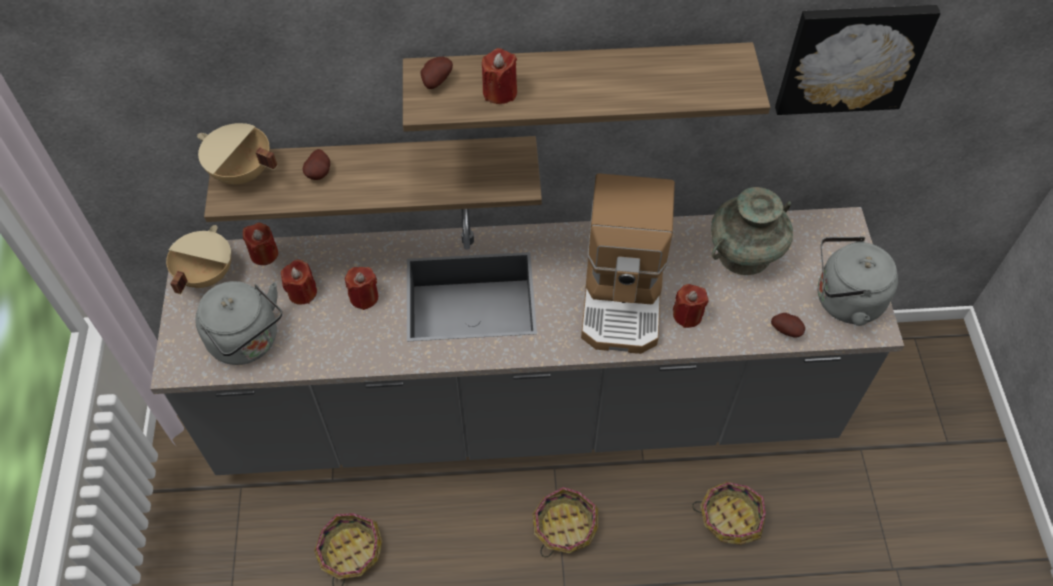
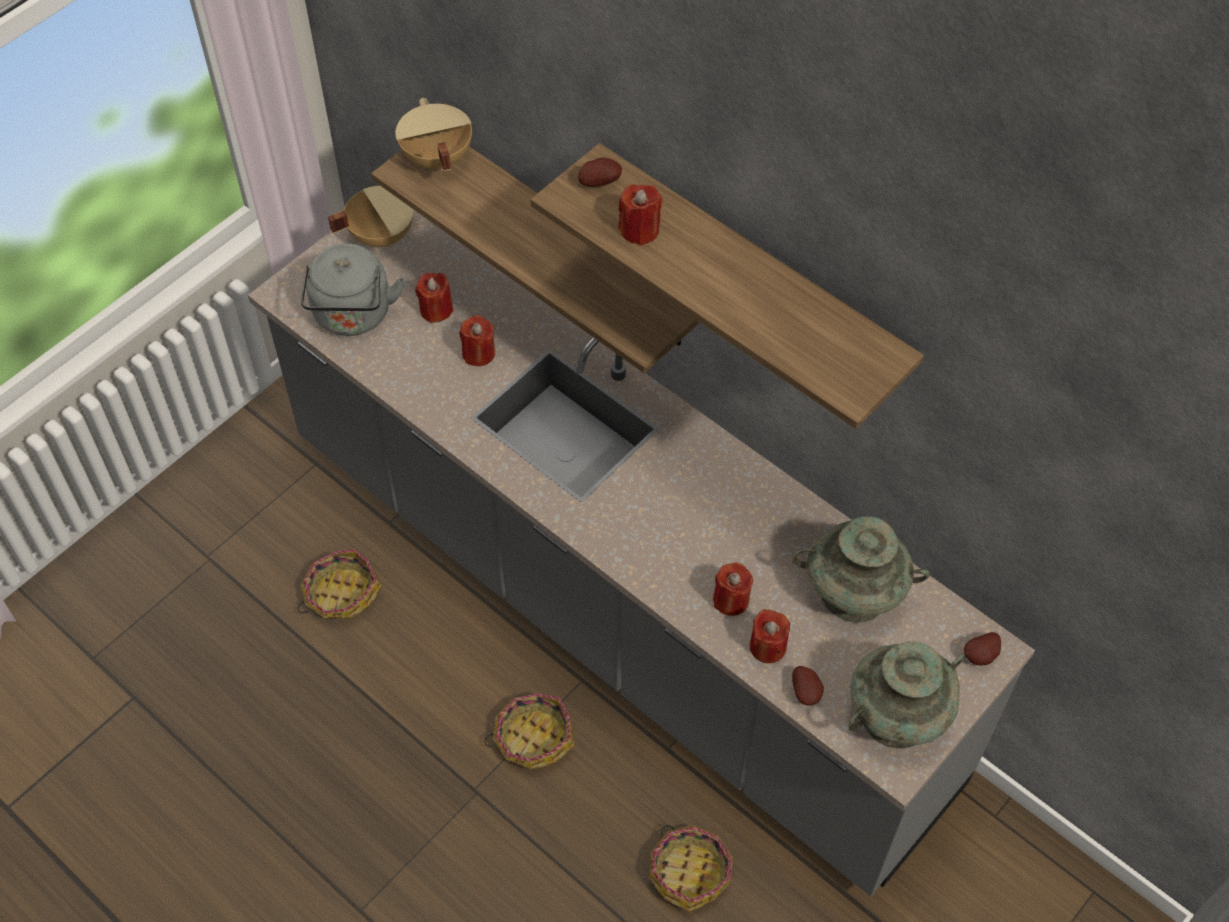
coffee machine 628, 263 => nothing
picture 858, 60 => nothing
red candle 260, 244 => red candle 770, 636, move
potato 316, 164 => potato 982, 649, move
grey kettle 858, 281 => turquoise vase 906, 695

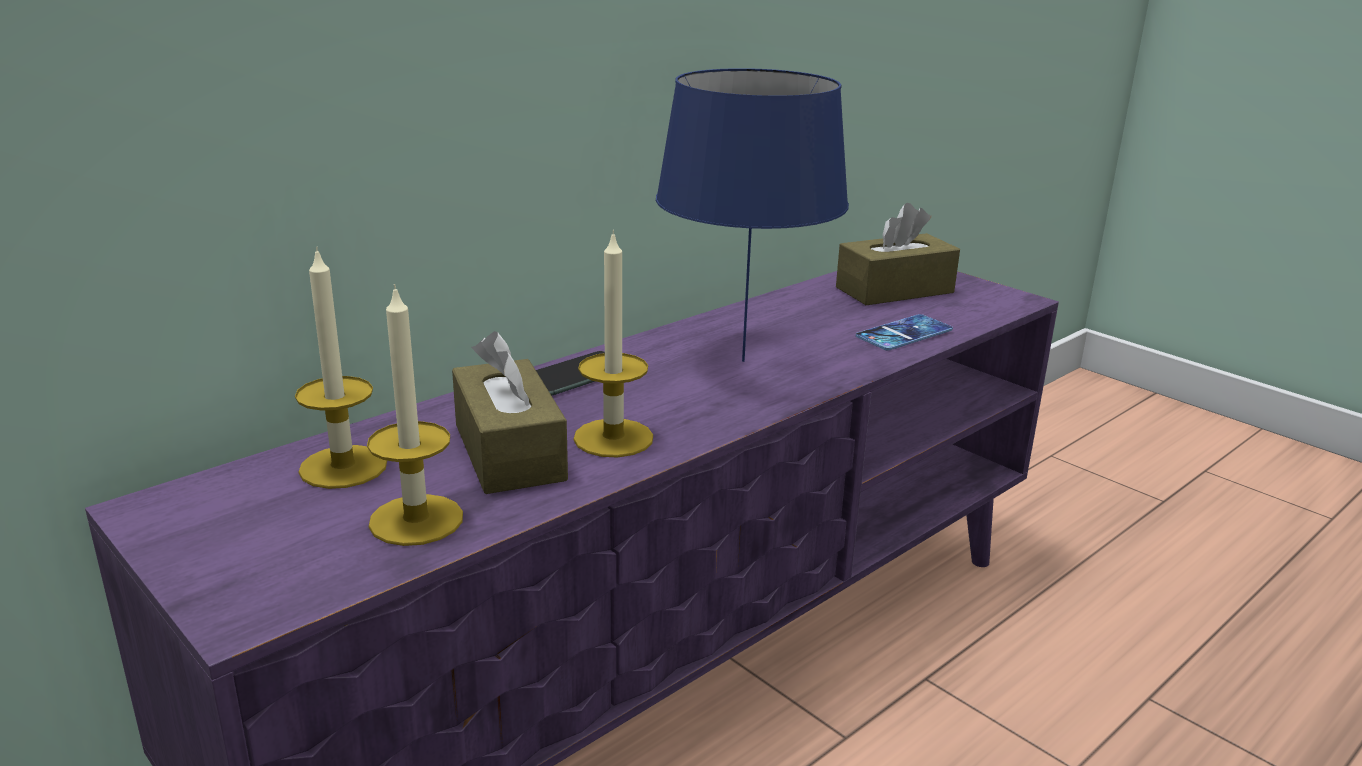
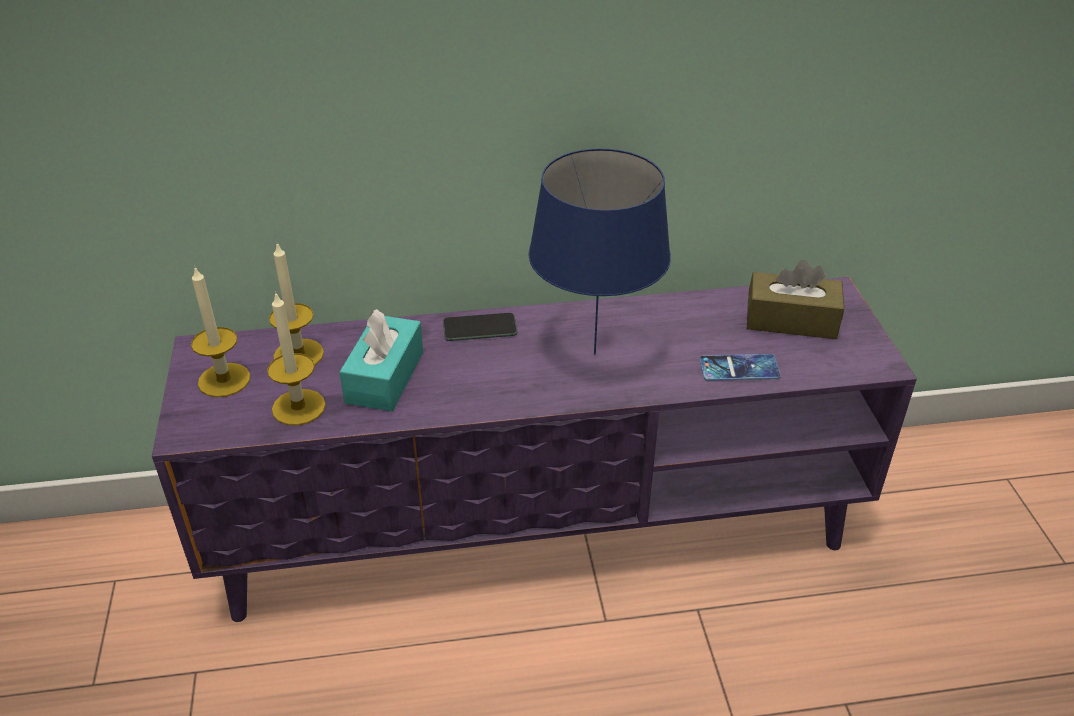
candle 613, 343 => candle 220, 332, move
brown tissue box 510, 412 => turquoise tissue box 381, 360

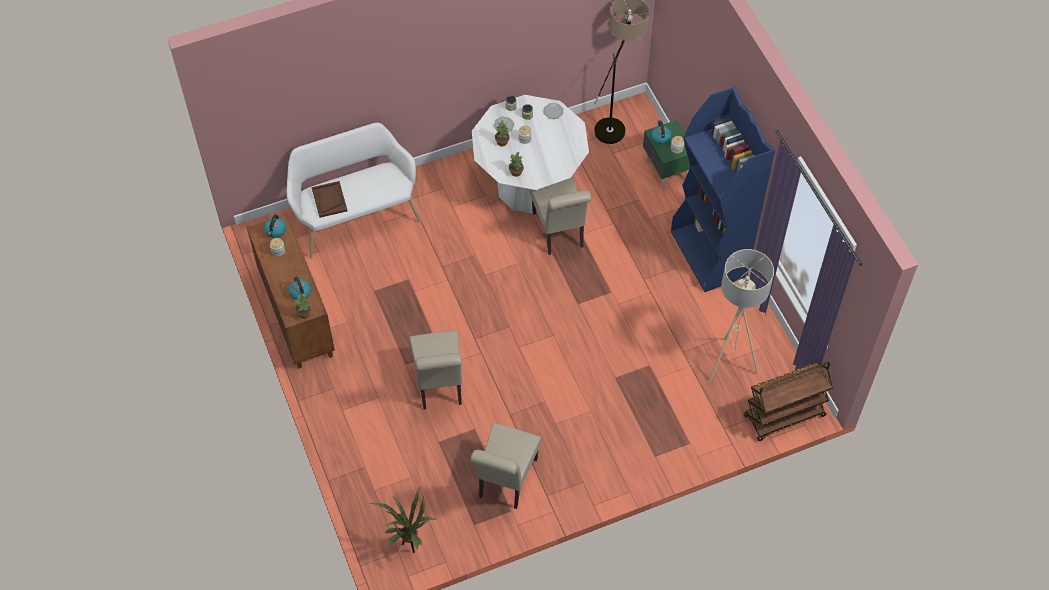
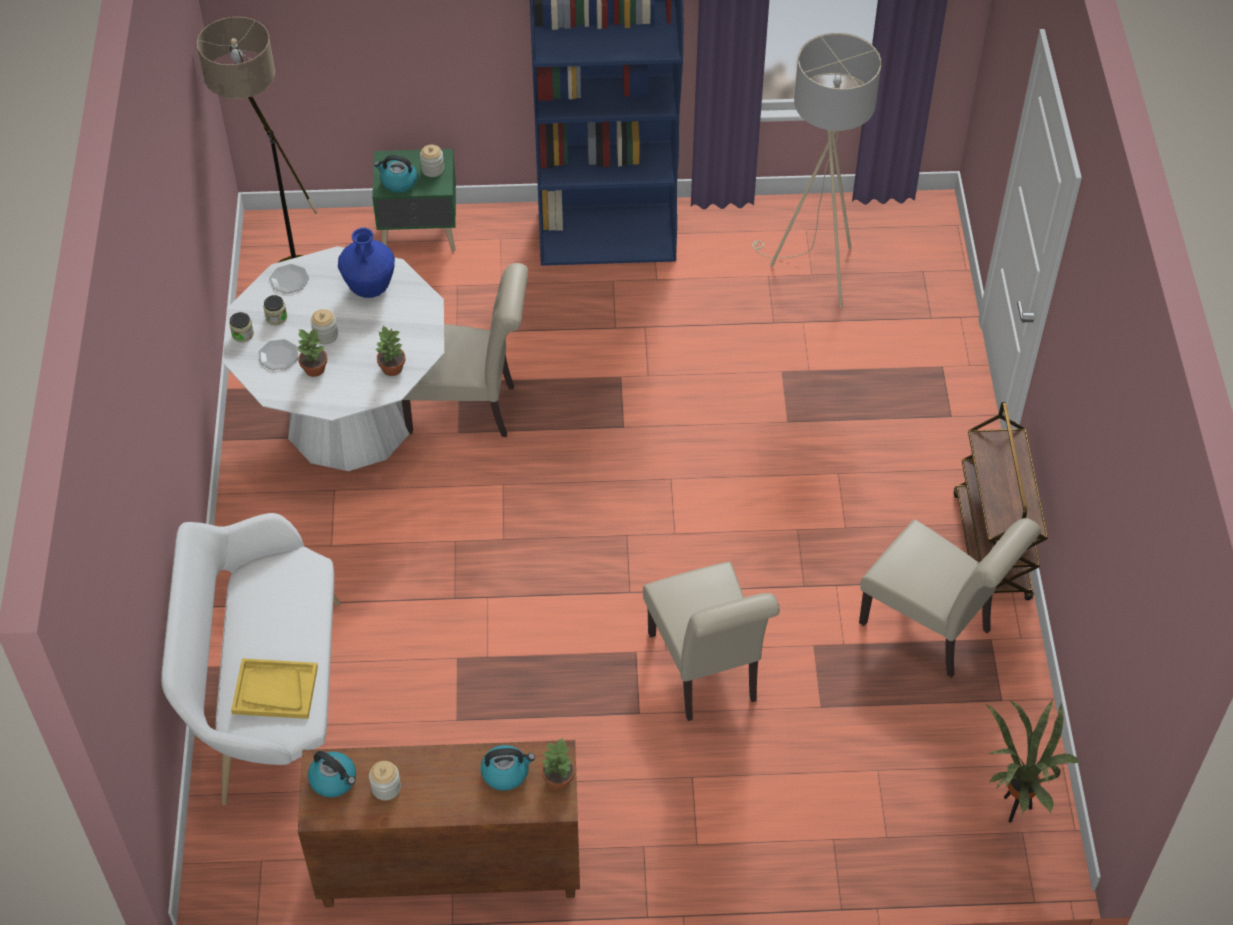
nothing => blue vase 366, 262
brown cart 789, 401 => brown cart 1000, 501, move
brown tray 329, 199 => yellow tray 274, 688
beige chair 436, 369 => beige chair 711, 641, 60 degrees clockwise

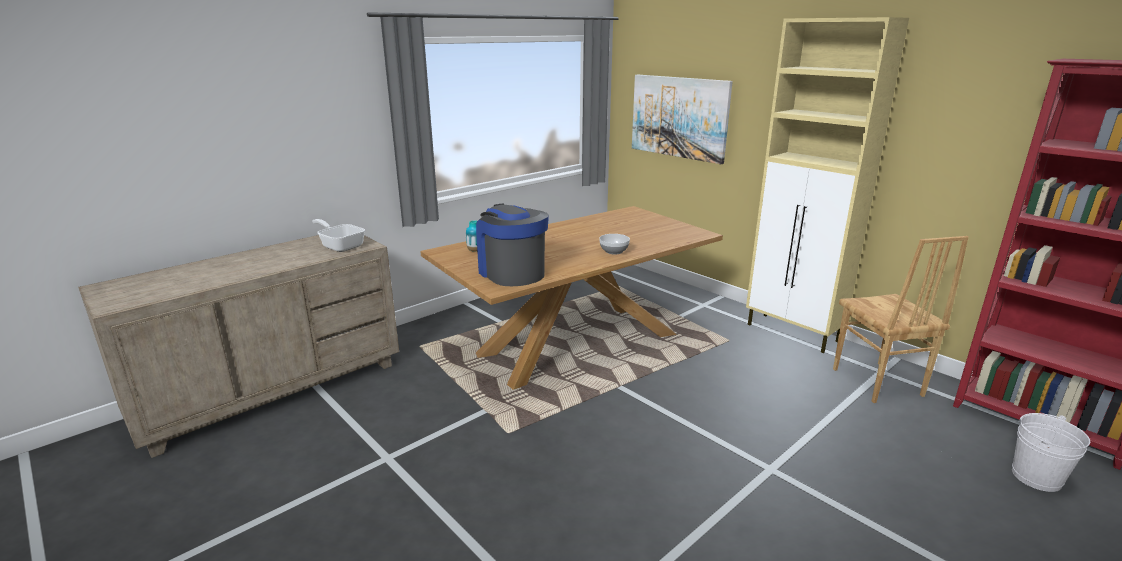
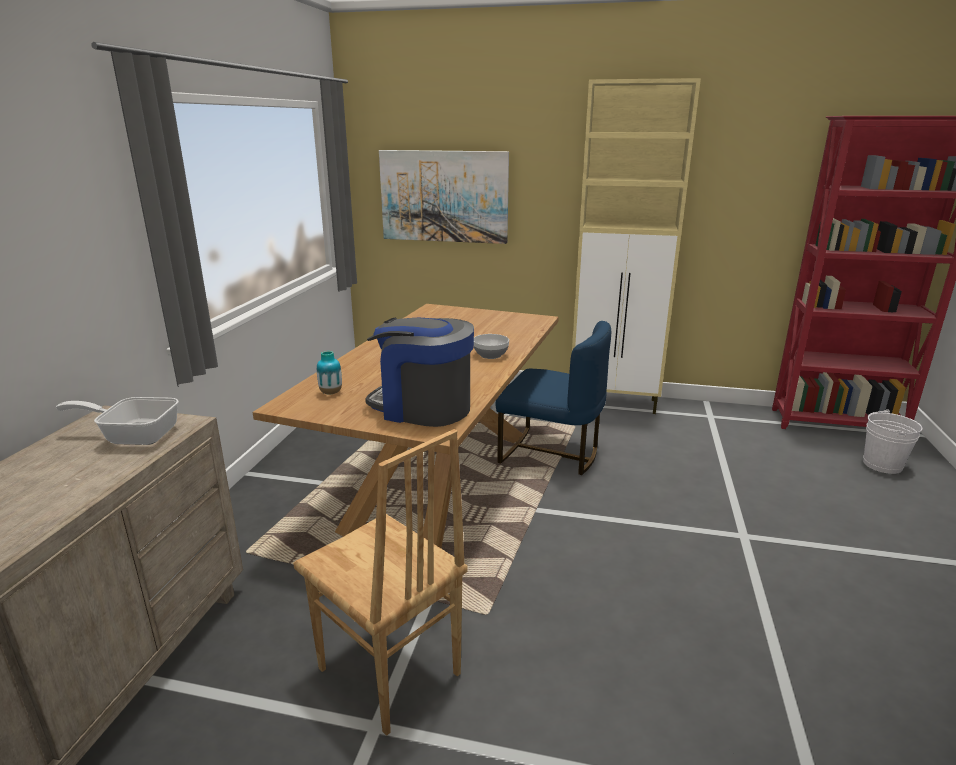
nothing => blue chair 553, 398
brown chair 901, 319 => brown chair 380, 582, move

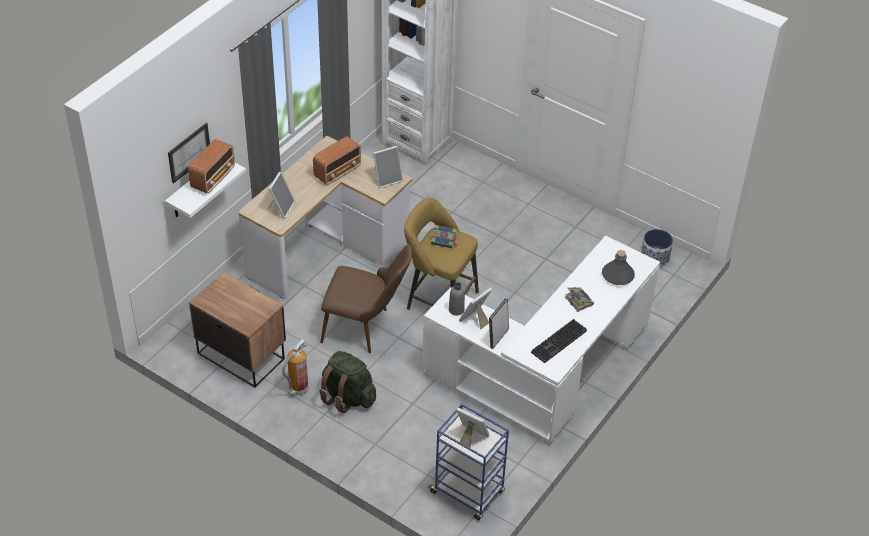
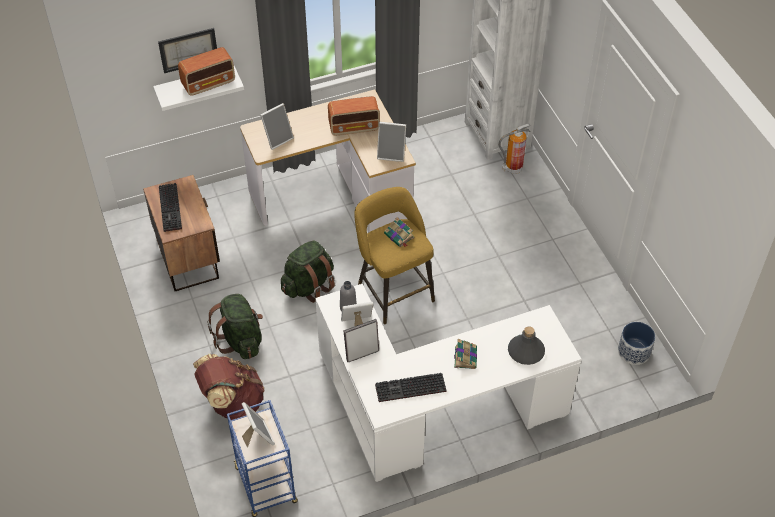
nothing => keyboard 170, 207
nothing => brown backpack 228, 387
fire extinguisher 295, 367 => fire extinguisher 514, 148, move
brown chair 366, 298 => green backpack 308, 271

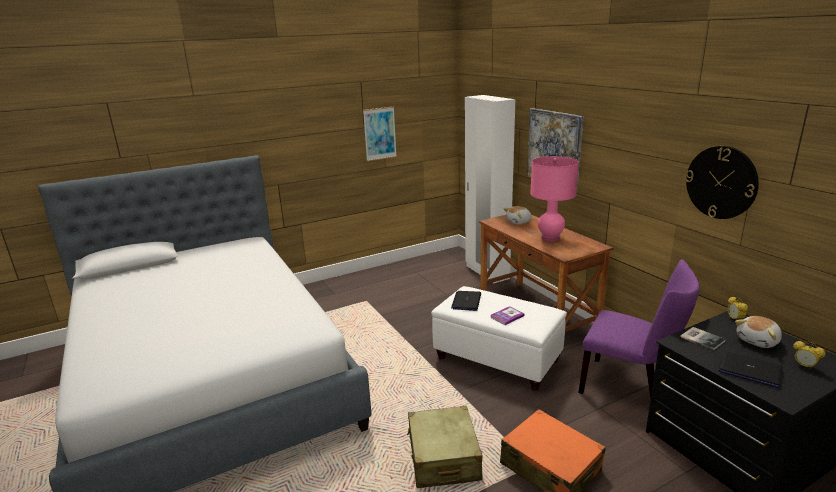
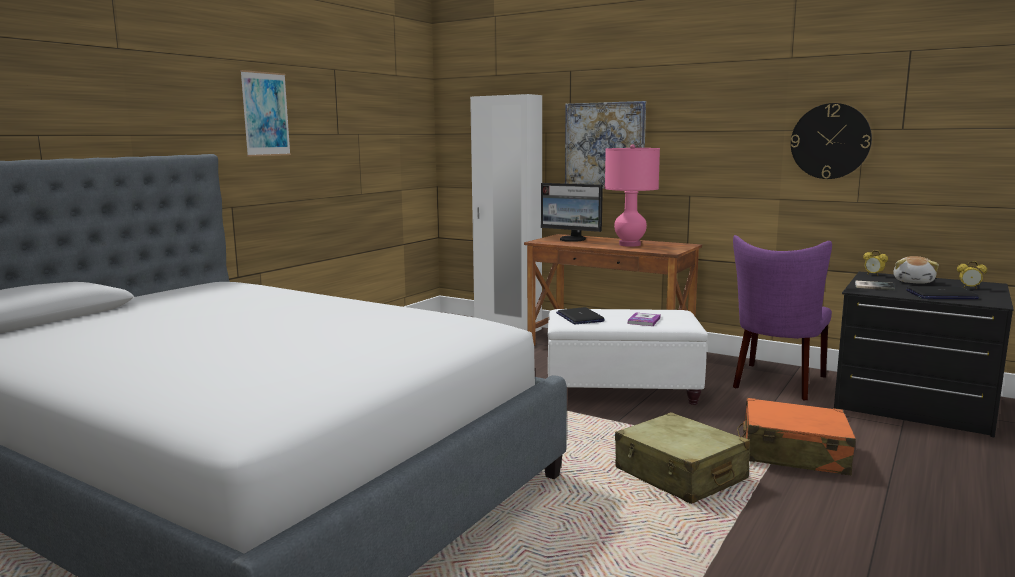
picture 380, 134 => picture 265, 113, move
plush toy 517, 215 => monitor 572, 212
purple chair 639, 328 => purple chair 782, 317, 120 degrees clockwise

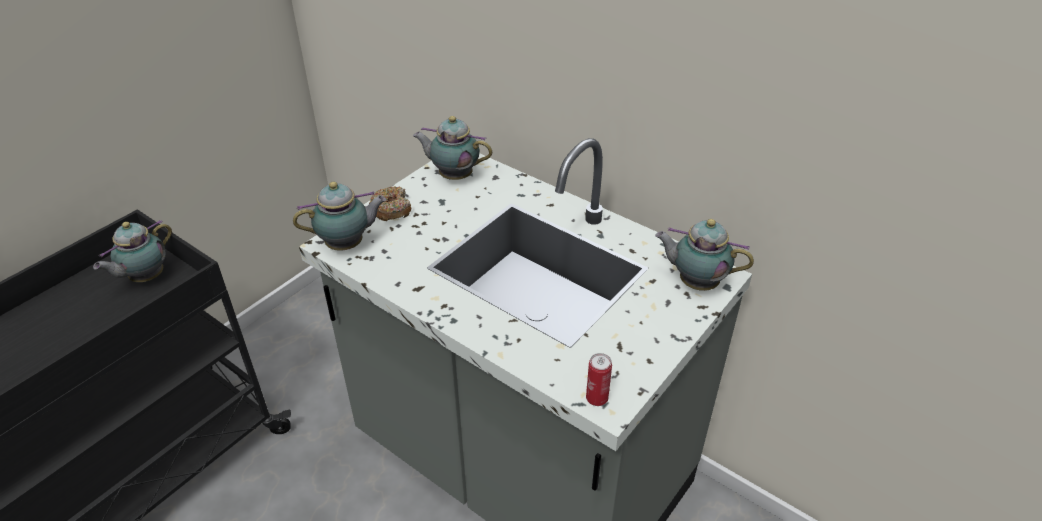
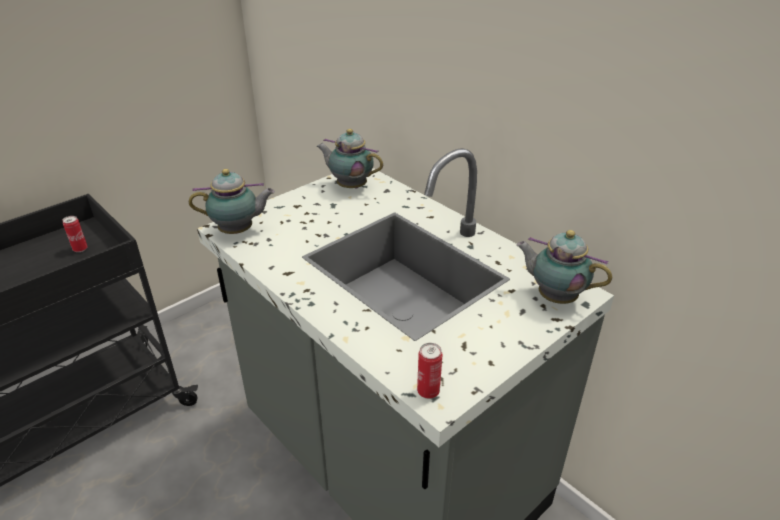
donut 390, 203 => nothing
teapot 132, 251 => can 75, 234

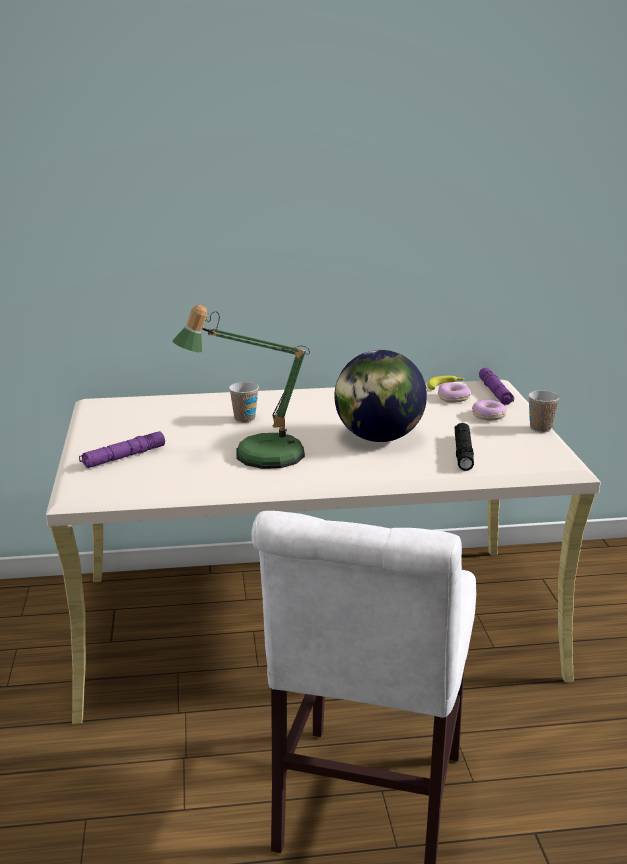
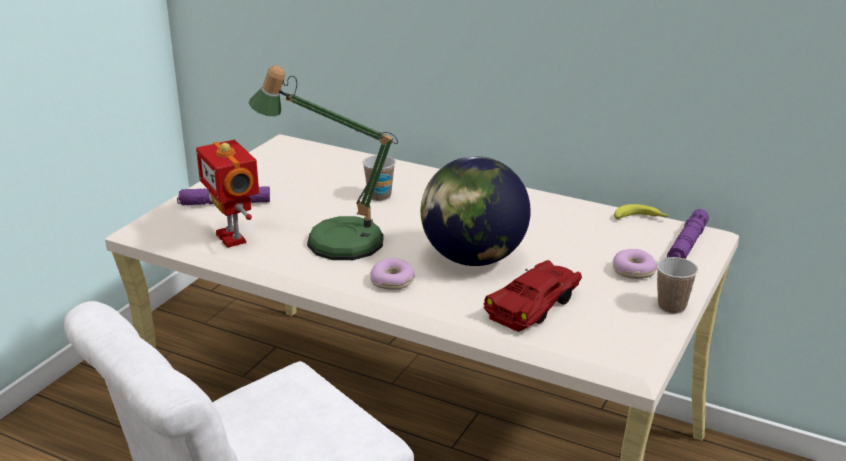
nothing => toy robot 227, 194
donut 454, 392 => donut 392, 274, move
black flashlight 464, 447 => red toy car 532, 296

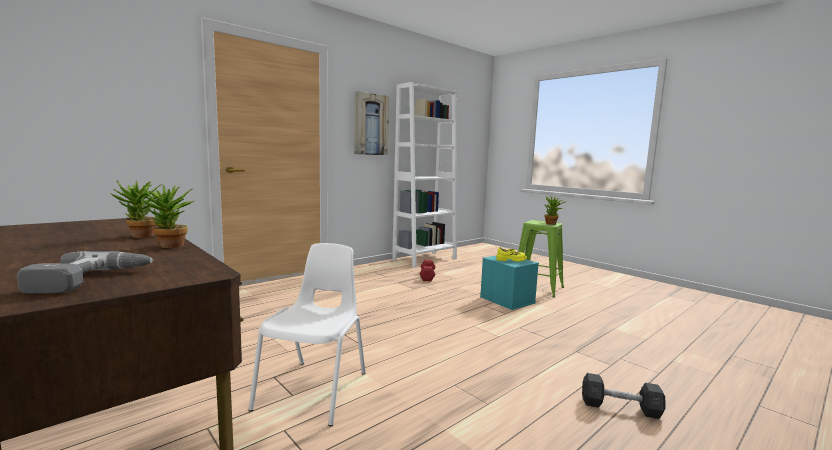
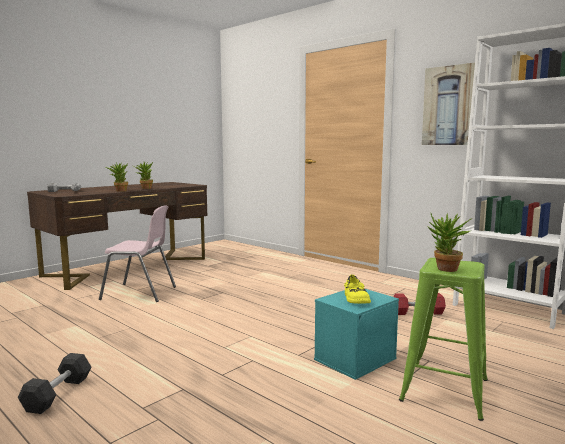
white chair 307, 334 => pink chair 137, 253

